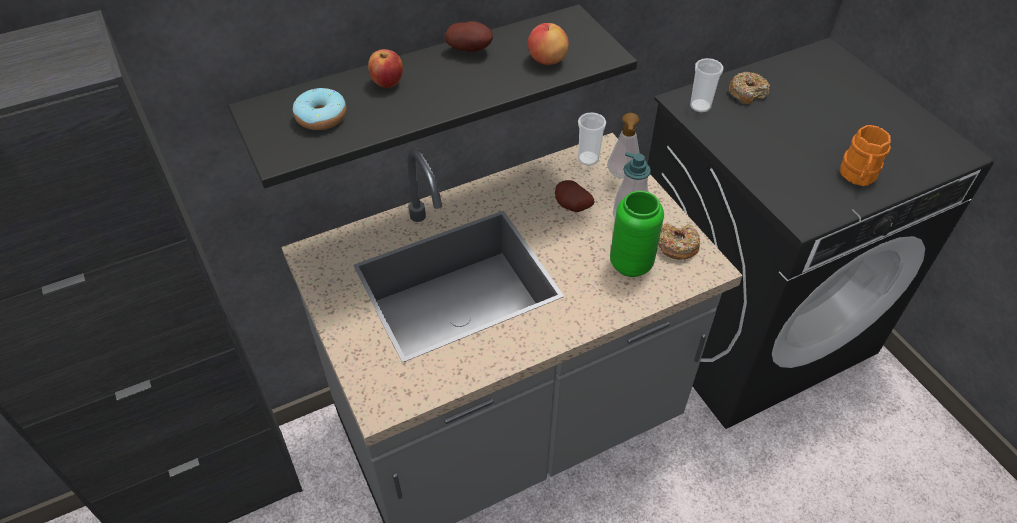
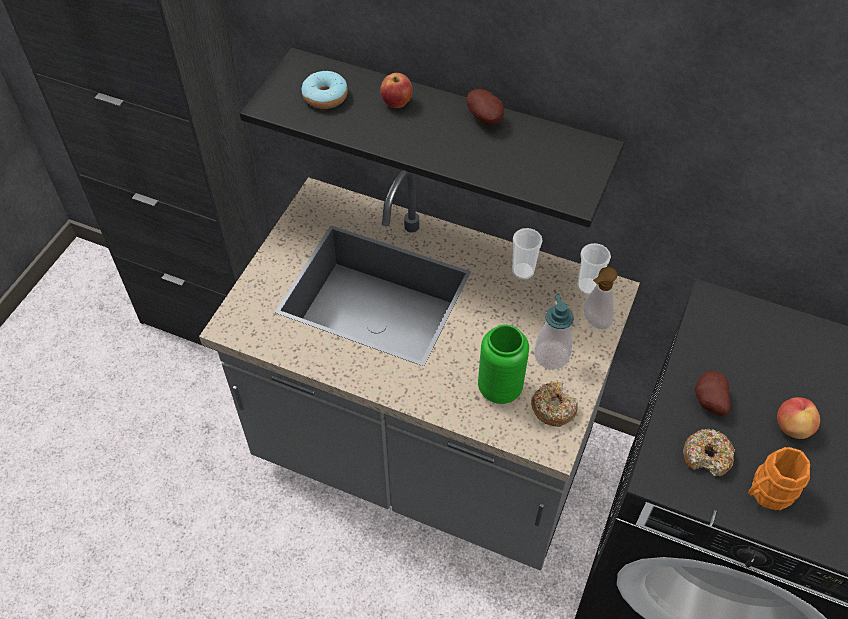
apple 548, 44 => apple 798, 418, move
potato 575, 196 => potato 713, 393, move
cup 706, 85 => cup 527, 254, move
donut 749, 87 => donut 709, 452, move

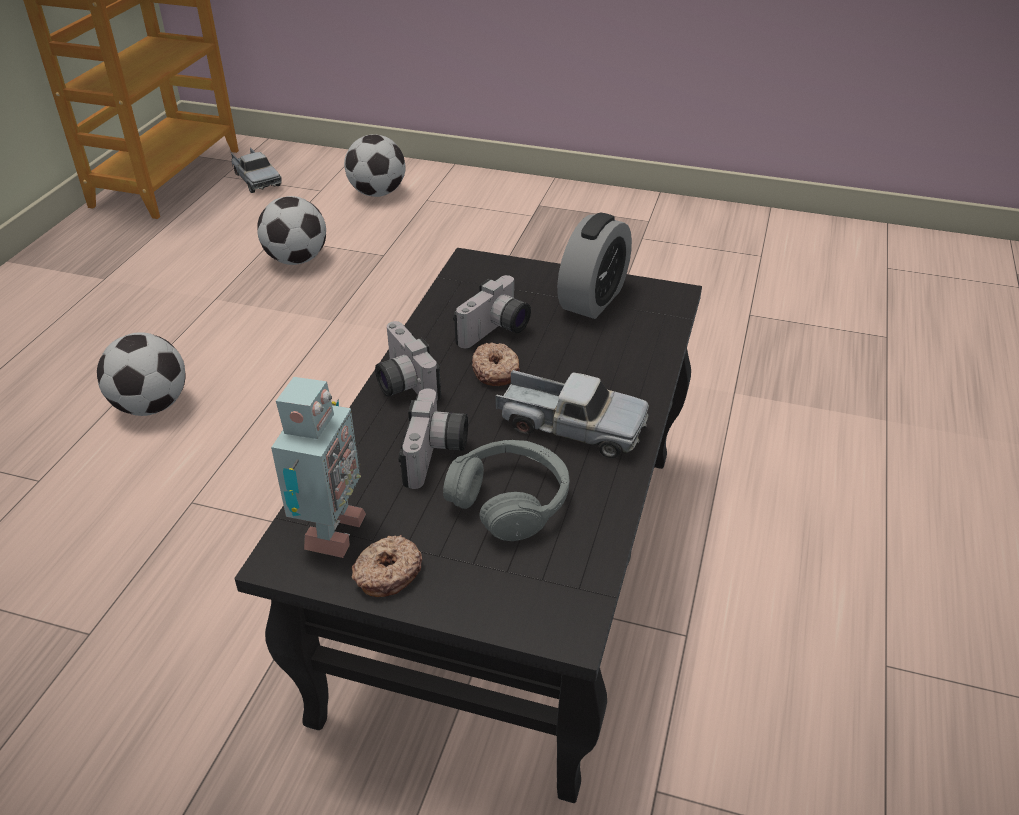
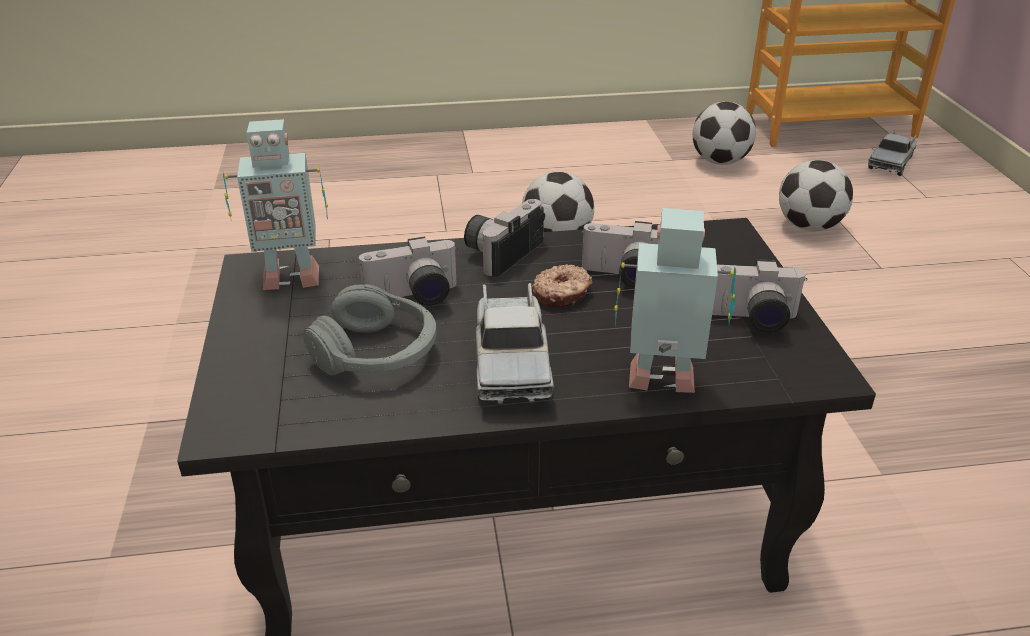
donut 387, 566 => nothing
nothing => toy robot 675, 300
football 375, 165 => football 724, 133, move
alarm clock 594, 265 => photo camera 759, 295

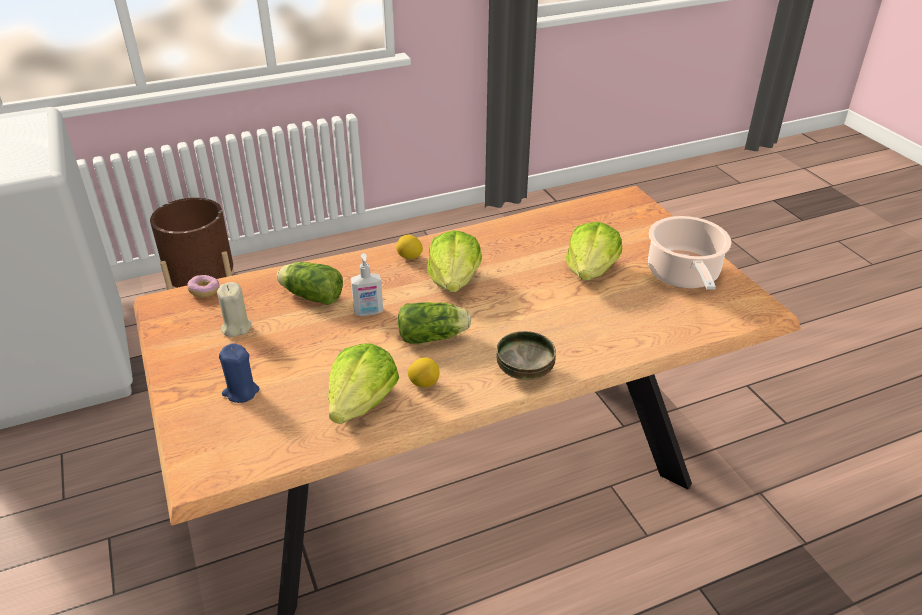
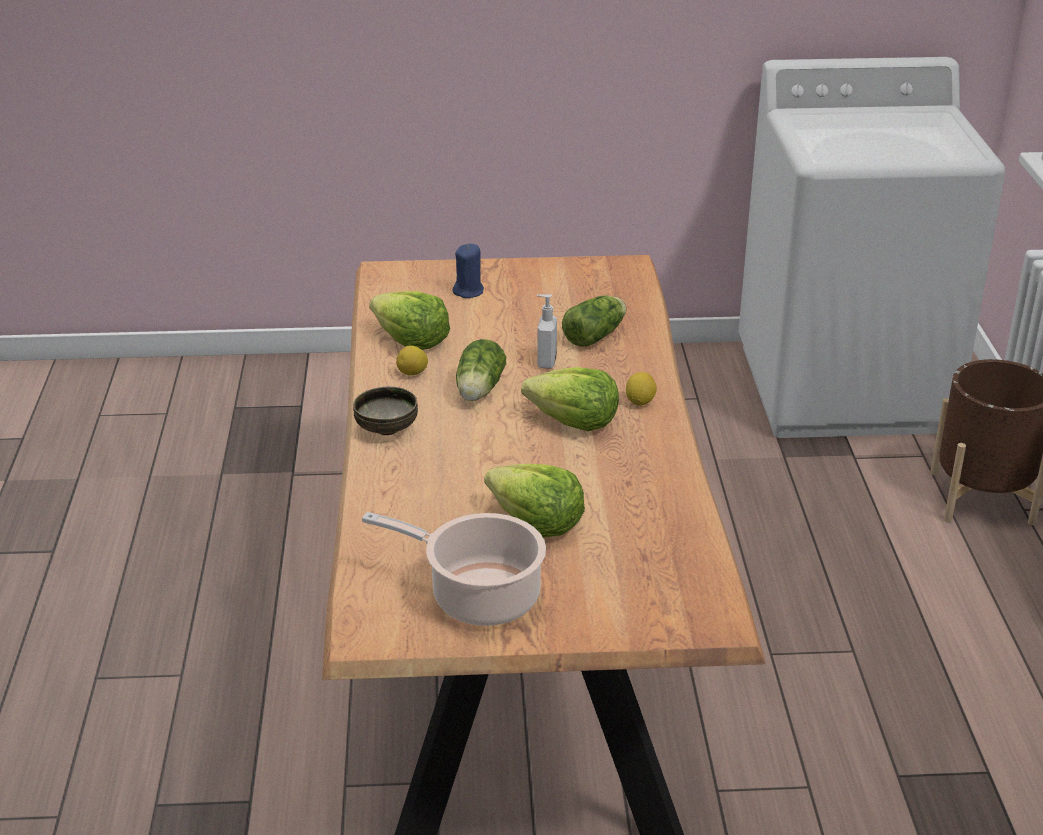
donut 203, 286 => nothing
beige candle 234, 309 => nothing

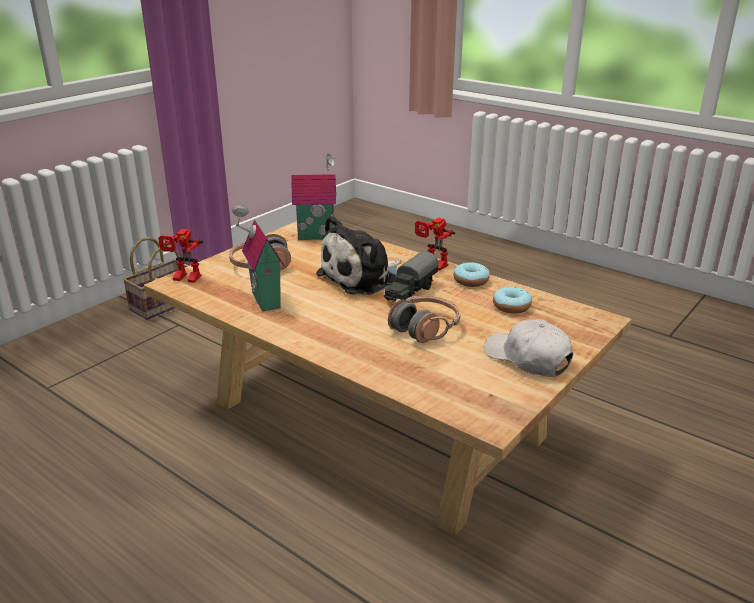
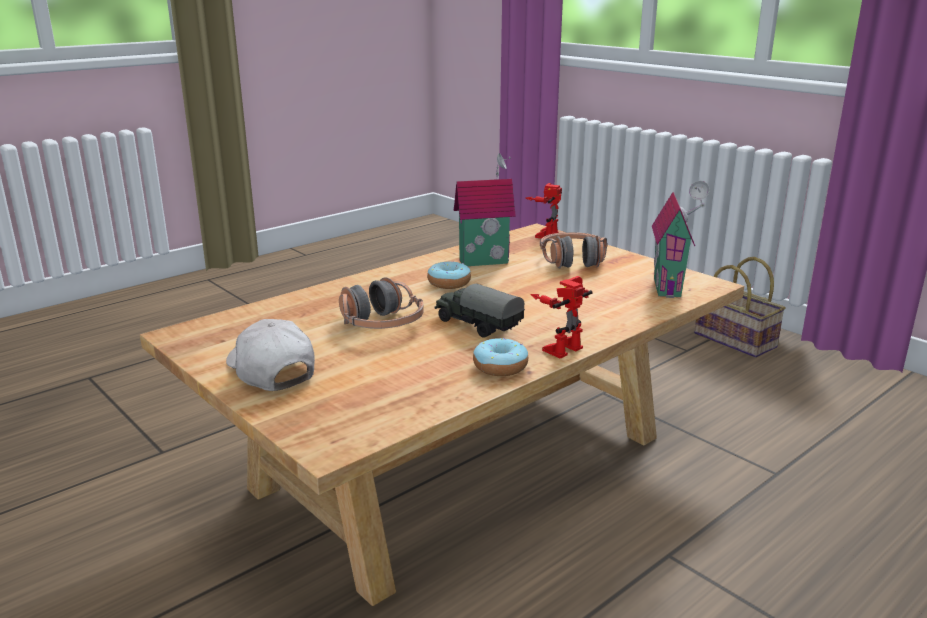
plush toy 358, 255 => nothing
donut 512, 300 => donut 449, 275, move
white cap 528, 348 => white cap 270, 355, 90 degrees counterclockwise

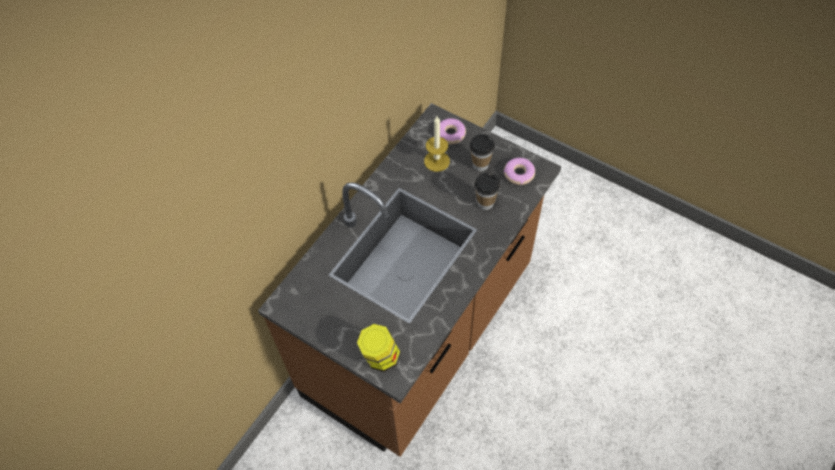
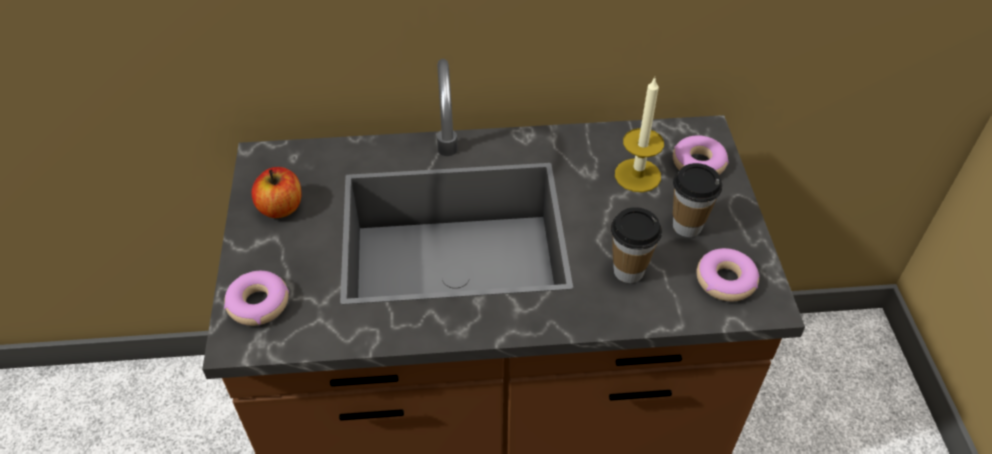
nothing => apple 276, 192
jar 379, 348 => donut 256, 298

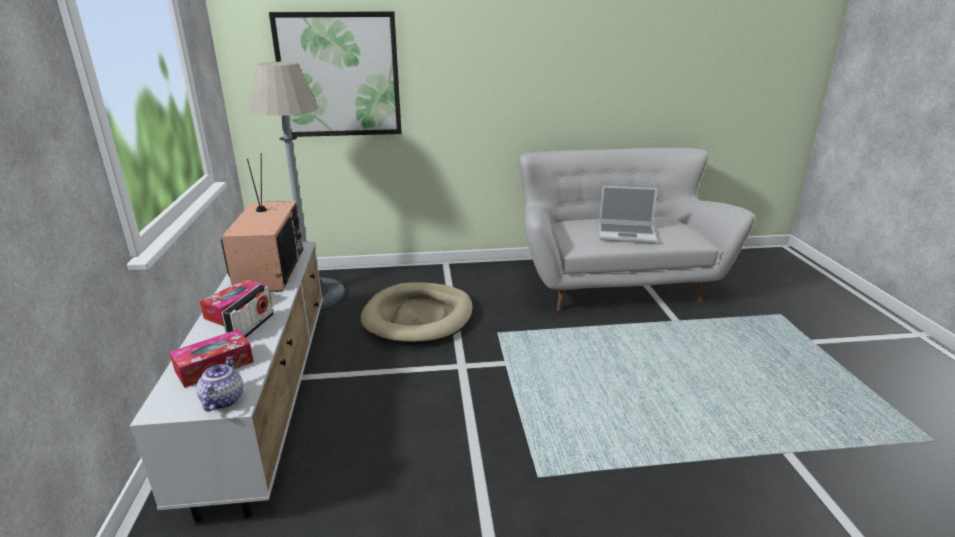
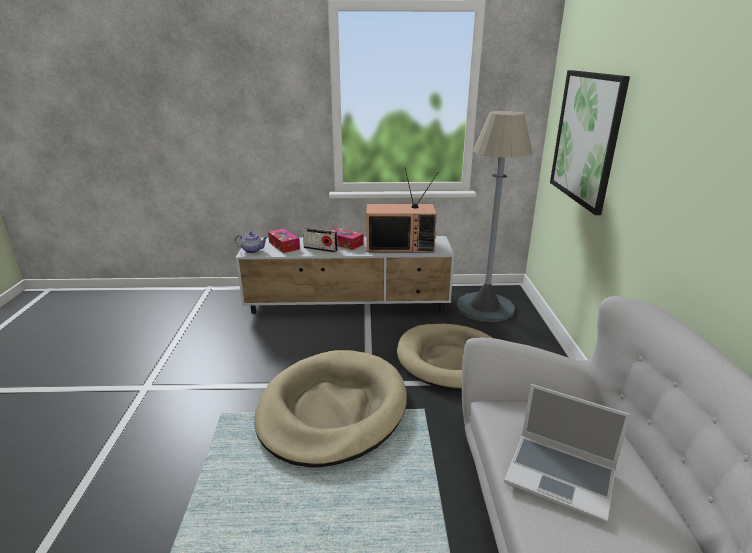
nothing => beige dog bed 330, 409
laptop 628, 214 => laptop 567, 454, 75 degrees counterclockwise

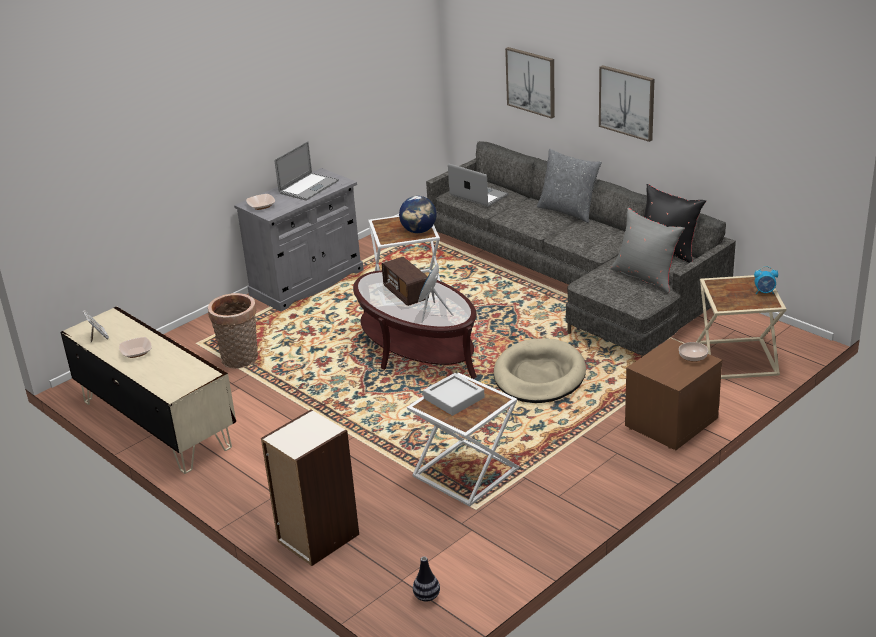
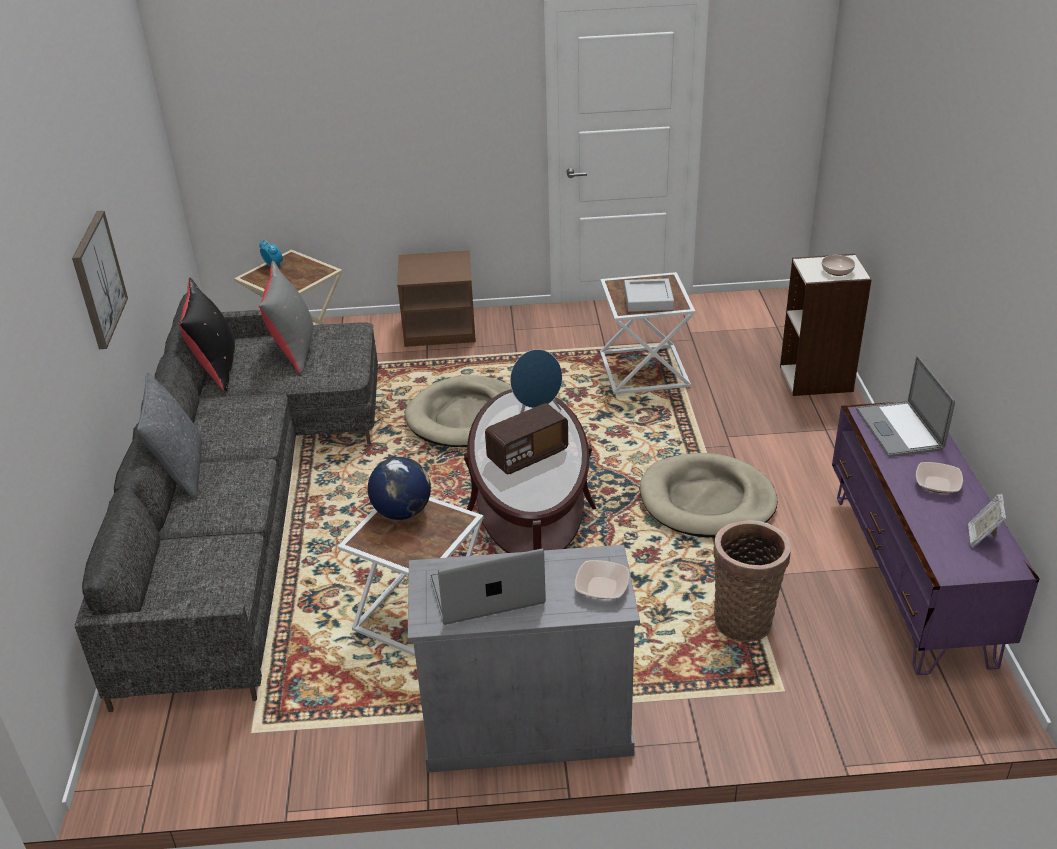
vase 426, 579 => nothing
picture 530, 83 => nothing
nothing => beige dog bed 709, 495
laptop 478, 185 => laptop 905, 406, move
bowl 693, 352 => bowl 838, 265, move
beige tv stand 148, 390 => purple tv stand 935, 538
radio 405, 281 => radio 526, 438, 45 degrees clockwise

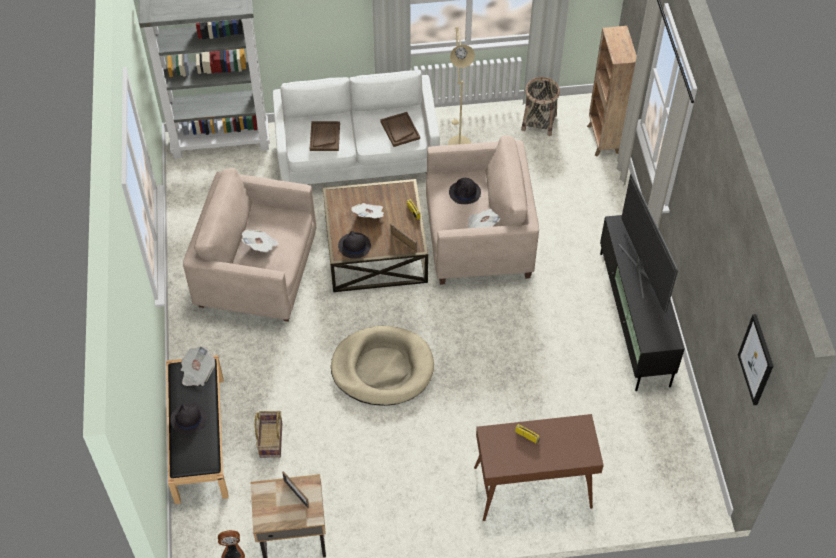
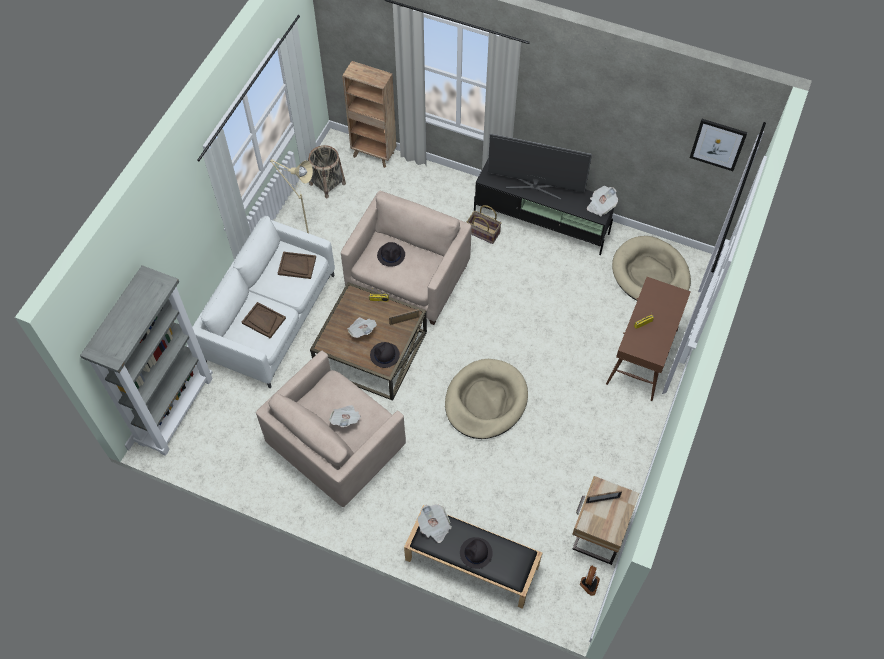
nothing => beige dog bed 651, 268
basket 268, 434 => basket 484, 224, move
newspaper 484, 218 => newspaper 602, 201, move

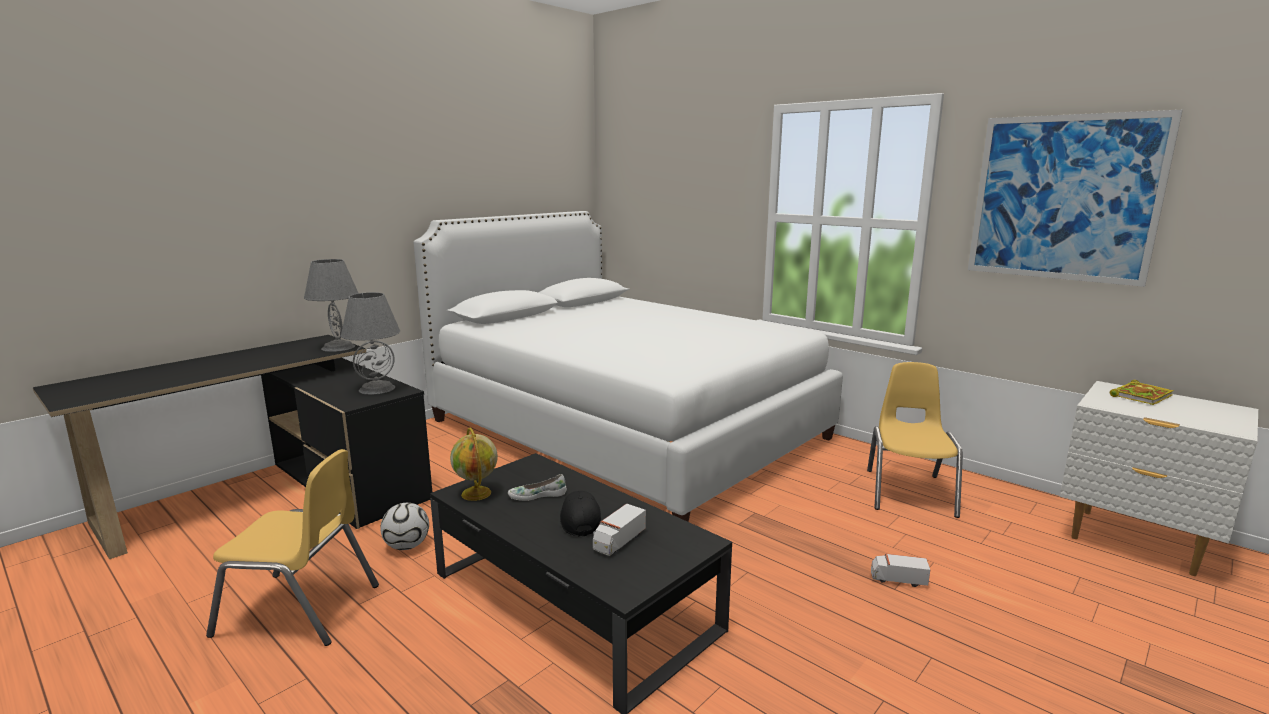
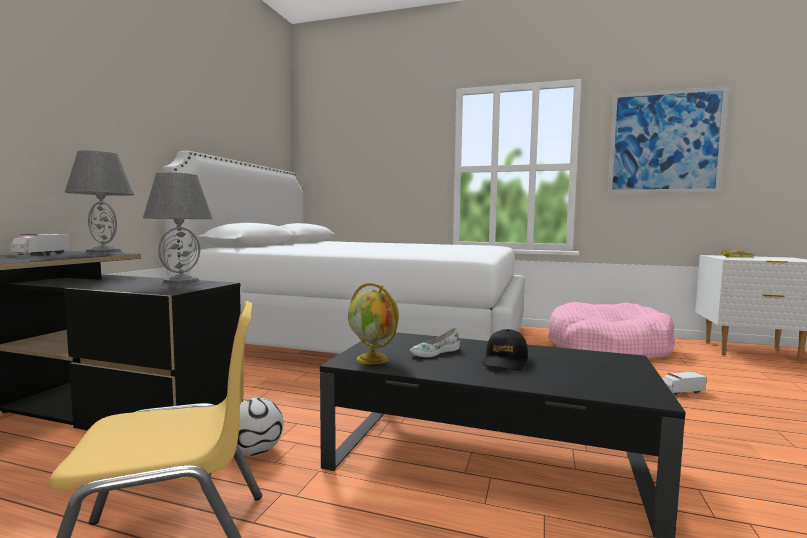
toy truck 619, 530 => toy truck 41, 244, move
yellow chair 915, 440 => pink dog bed 611, 330
black cap 580, 514 => black cap 505, 349, 120 degrees counterclockwise

